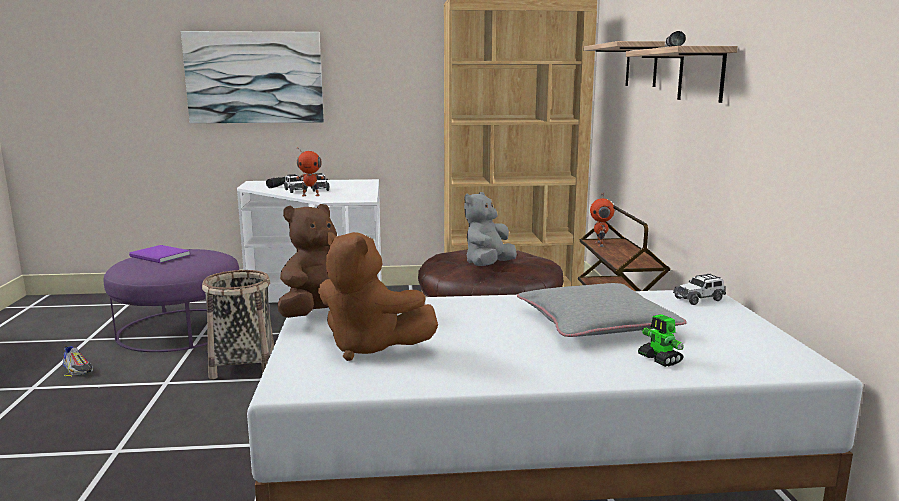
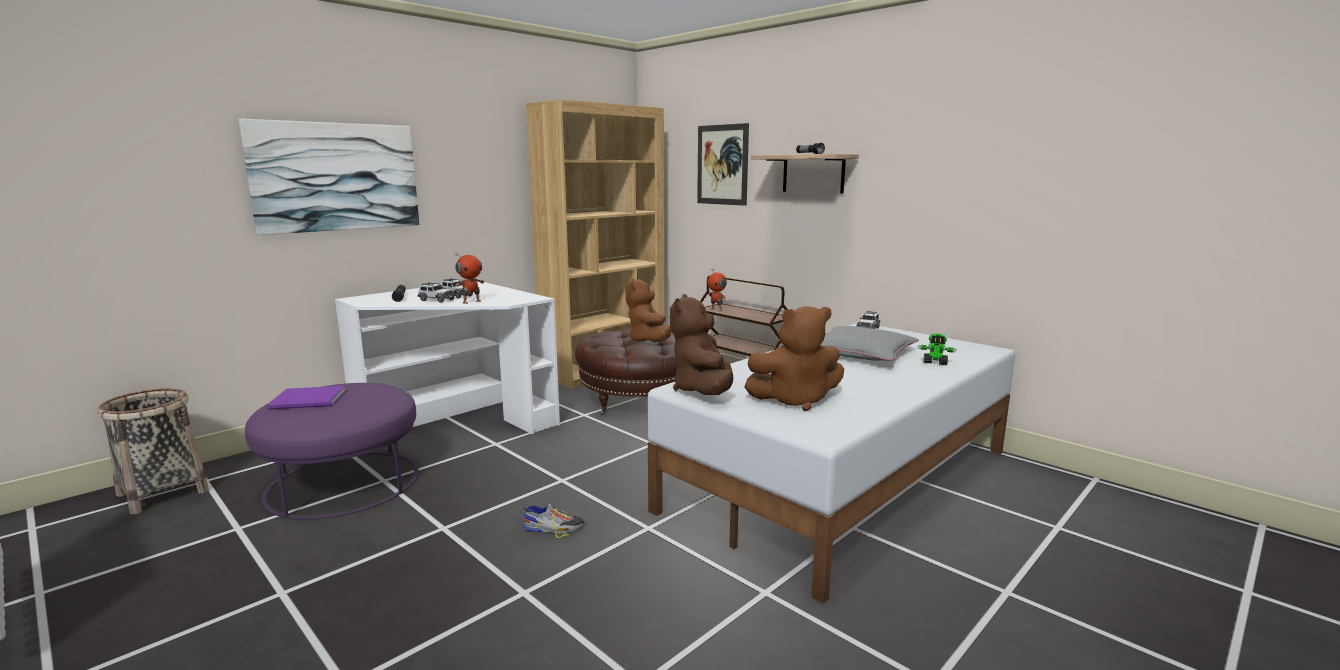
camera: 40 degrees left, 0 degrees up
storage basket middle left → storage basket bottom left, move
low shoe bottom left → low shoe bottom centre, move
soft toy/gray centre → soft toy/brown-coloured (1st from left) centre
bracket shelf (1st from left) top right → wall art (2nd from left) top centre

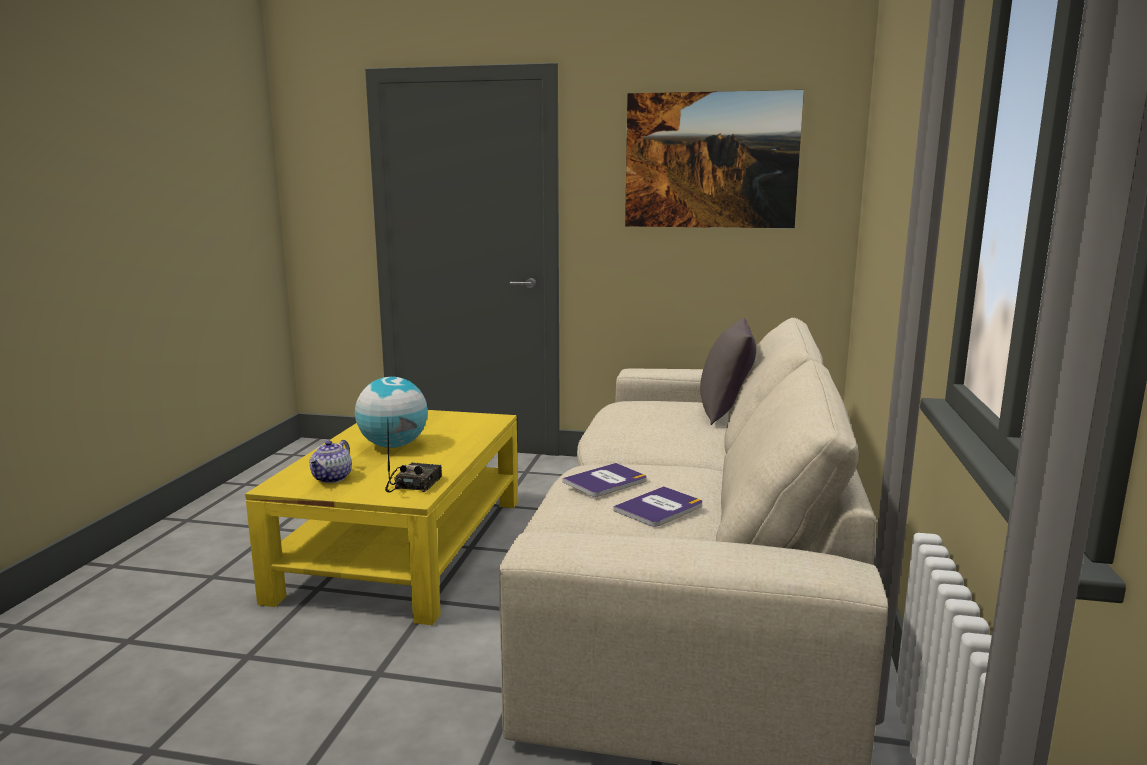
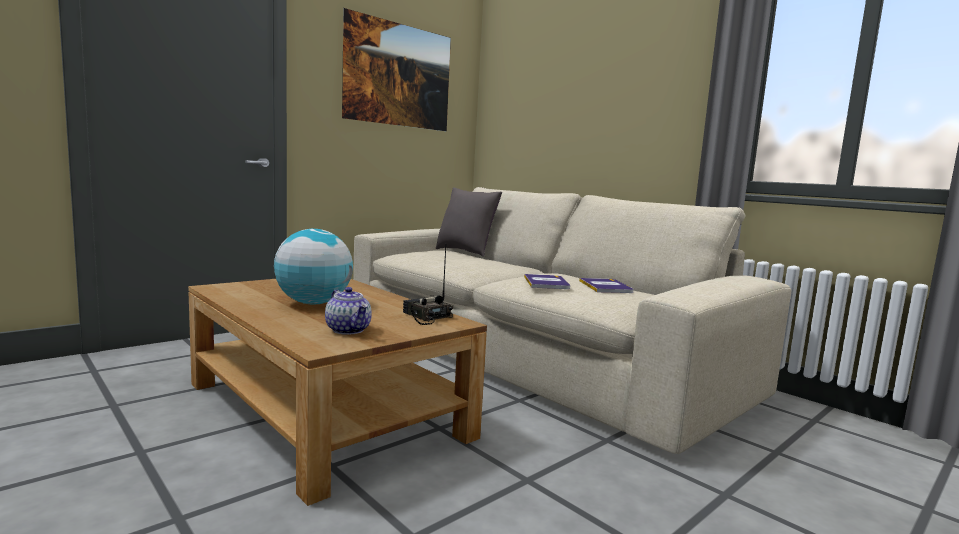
camera: 55 degrees left, 5 degrees down
lounge table/yellow-coloured bottom left → lounge table/brown-coloured bottom centre

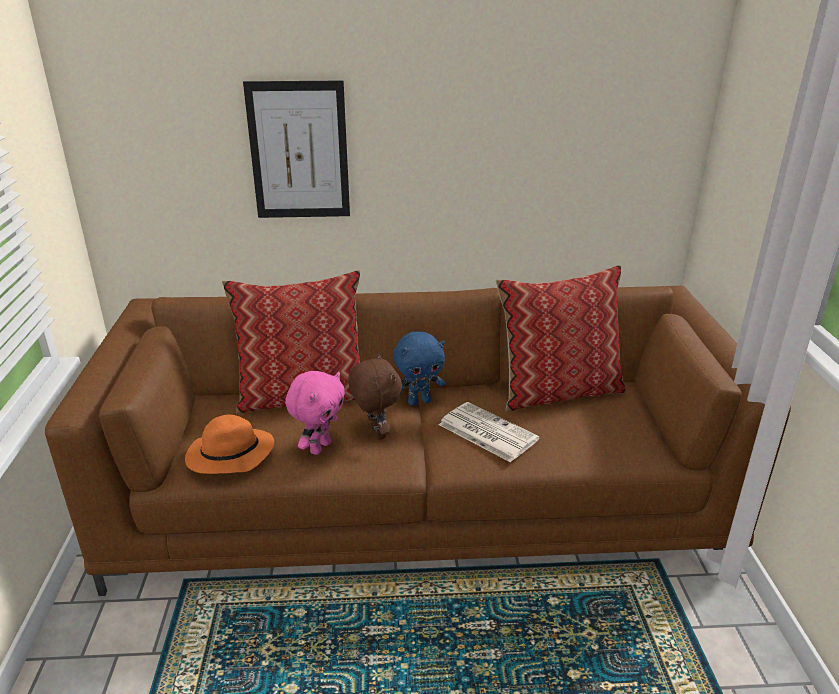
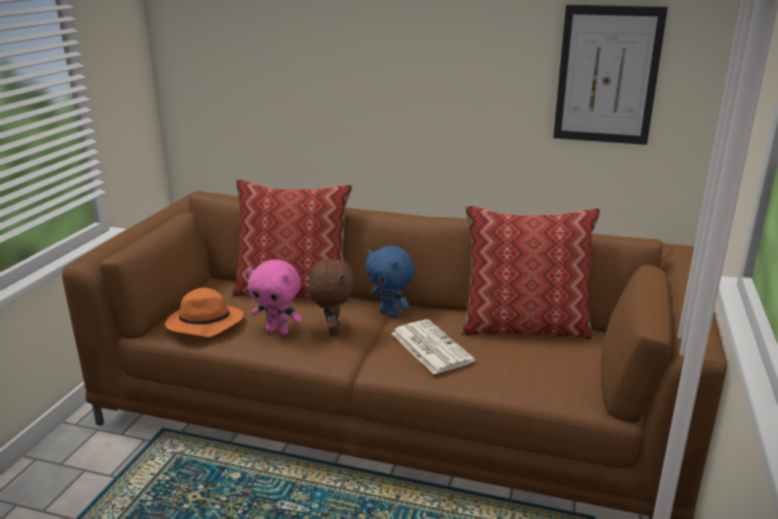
camera: 20 degrees right, 5 degrees down
soft toy/pink centre, 60 degrees clockwise
soft toy/bluish centre, 45 degrees clockwise
wall art top centre → wall art top right, move

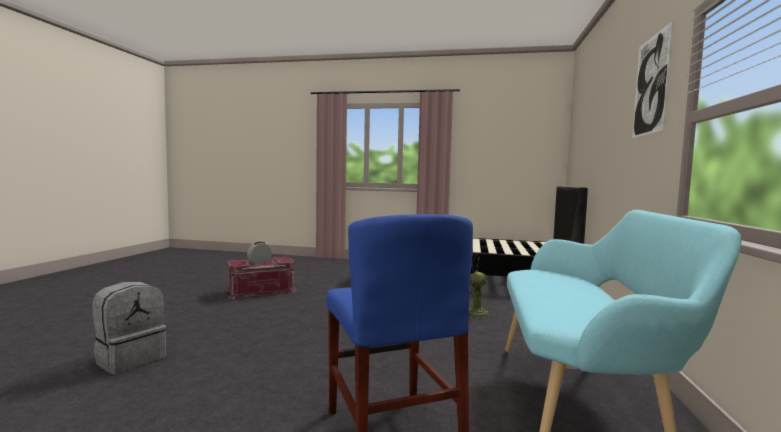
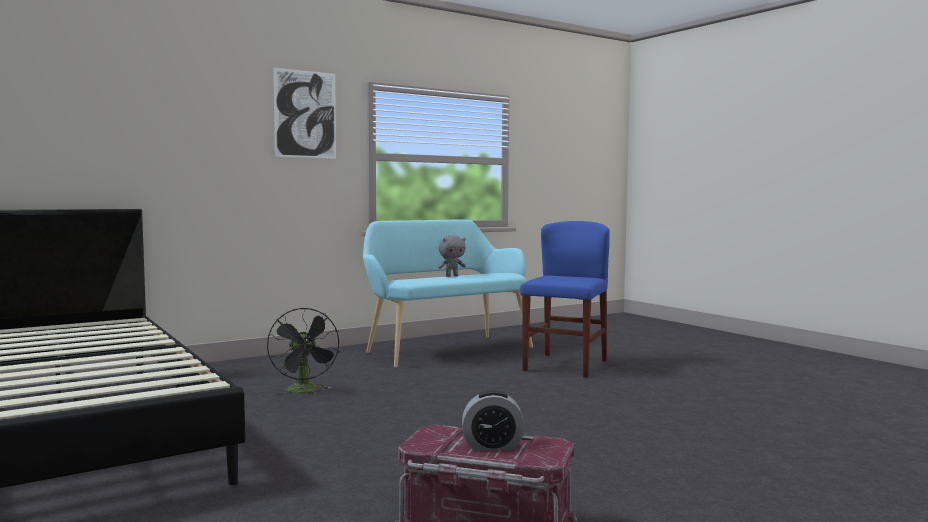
camera: 135 degrees left, 0 degrees up
- → soft toy/gray centre
backpack/gray bottom left → -

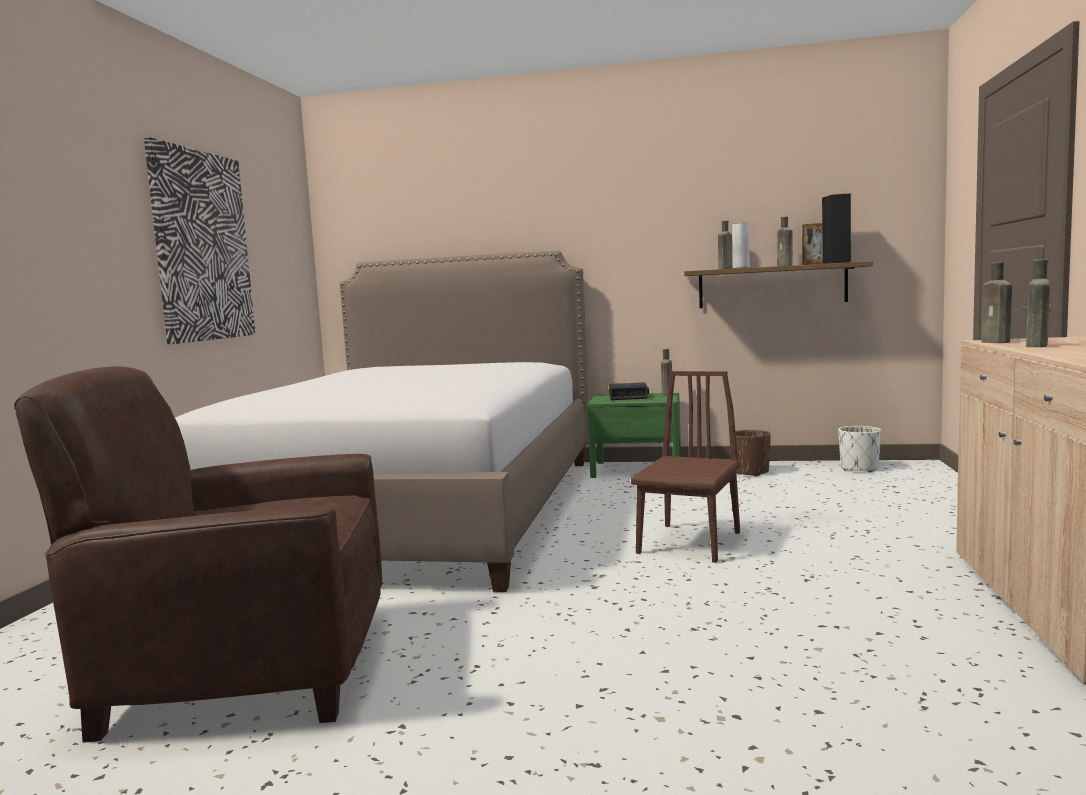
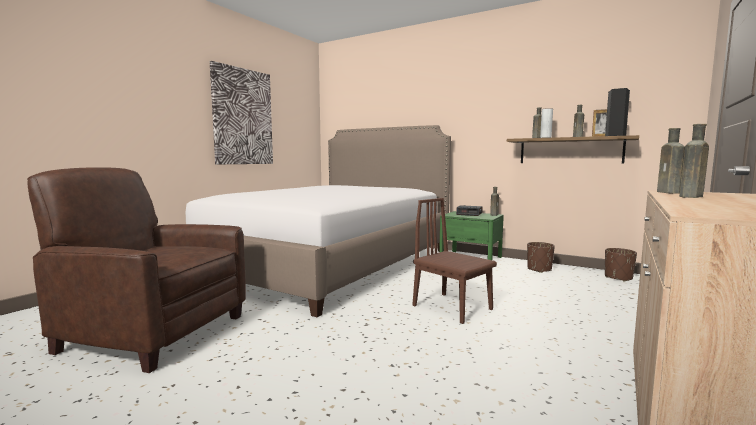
camera: 20 degrees right, 0 degrees up
chair/brown-coloured centre, 90 degrees counterclockwise
plant pot/whitish middle right → plant pot/brown-coloured (2nd from left) middle right

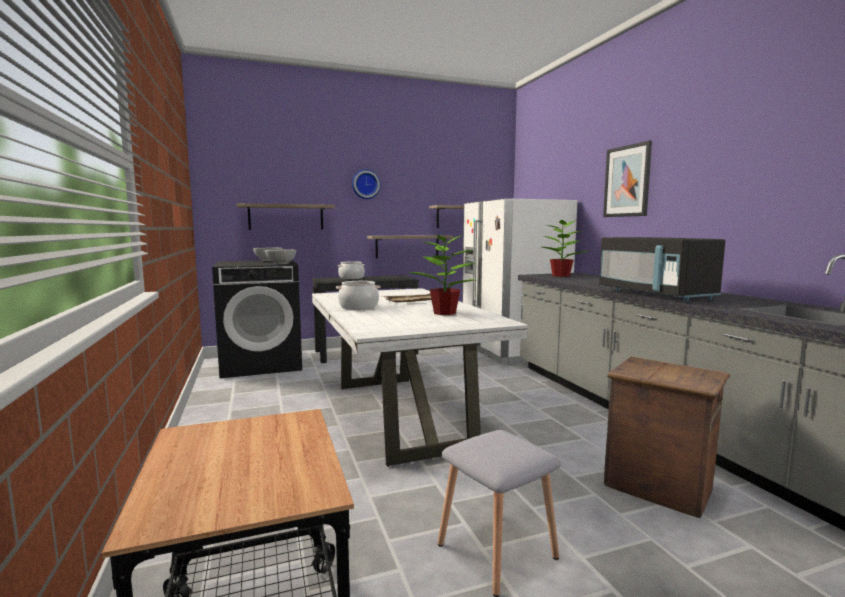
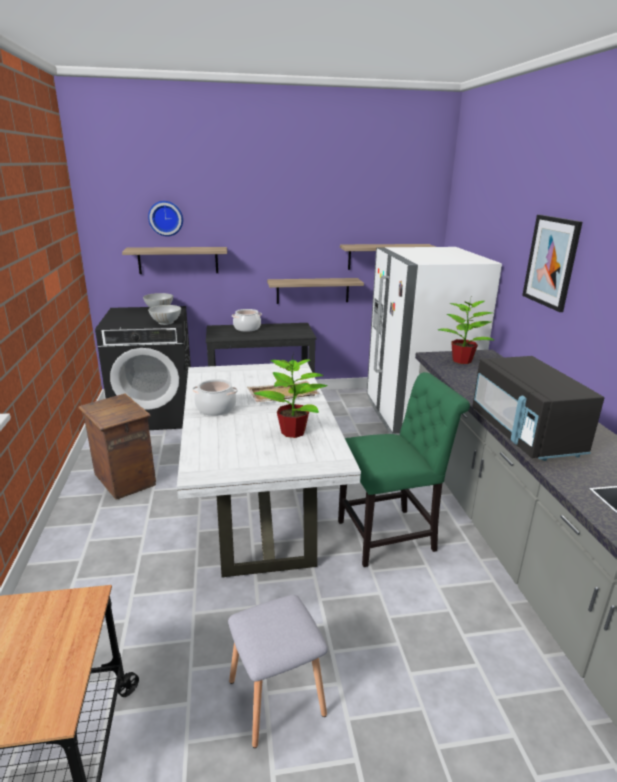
camera: 10 degrees right, 15 degrees up
shipping crate bottom right → shipping crate middle left, move
hanging clock top centre → hanging clock top left, move
- → chair/green-coloured centre

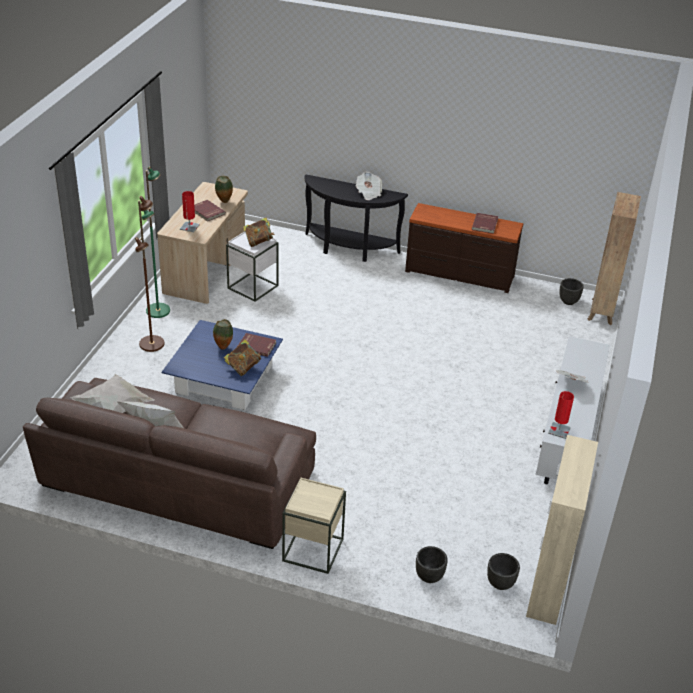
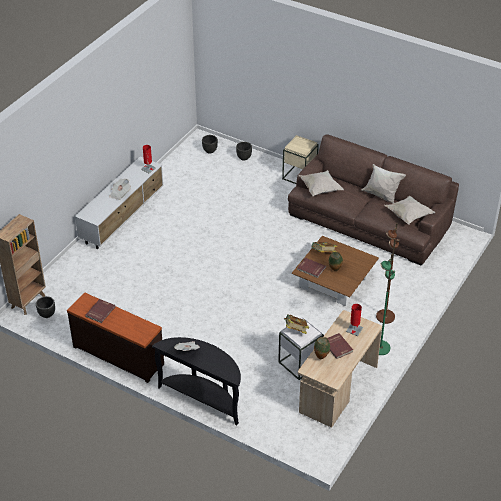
camera: 165 degrees left, 5 degrees up
lounge table/bluish middle left → lounge table/brown-coloured middle right
- → pillow/whitish (1st from left) centre
cabinet/sand-coloured bottom right → -

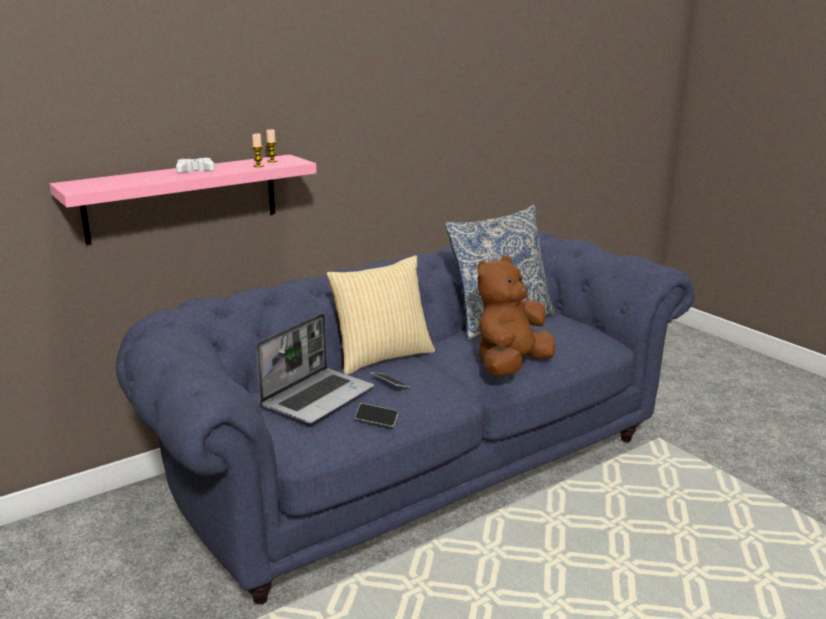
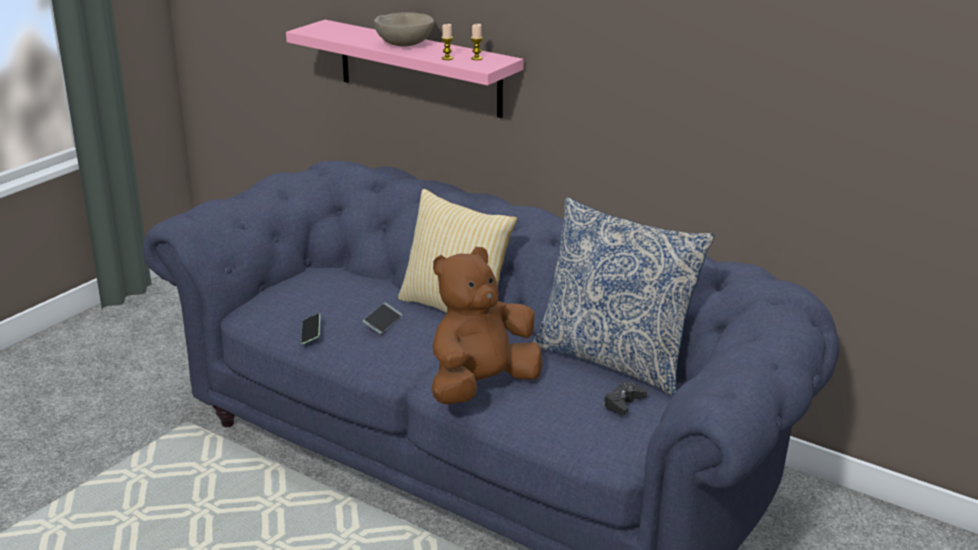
camera: 70 degrees right, 5 degrees up
gamepad/whitish top left → serving bowl/sand-coloured top centre
soft toy/brown-coloured centre, 60 degrees counterclockwise
- → gamepad/black bottom centre
portable computer centre → -

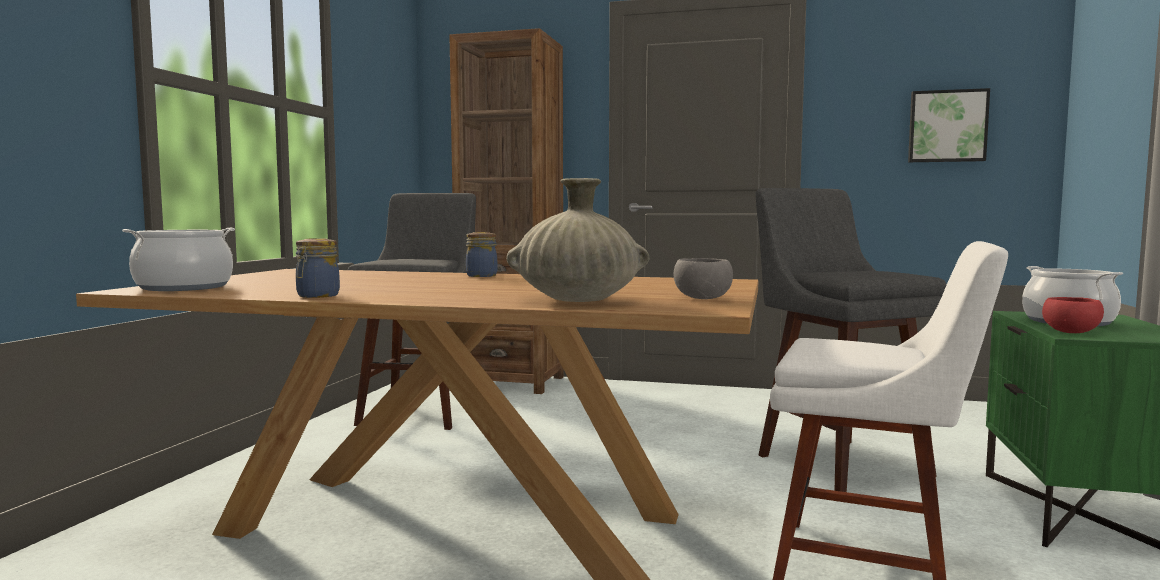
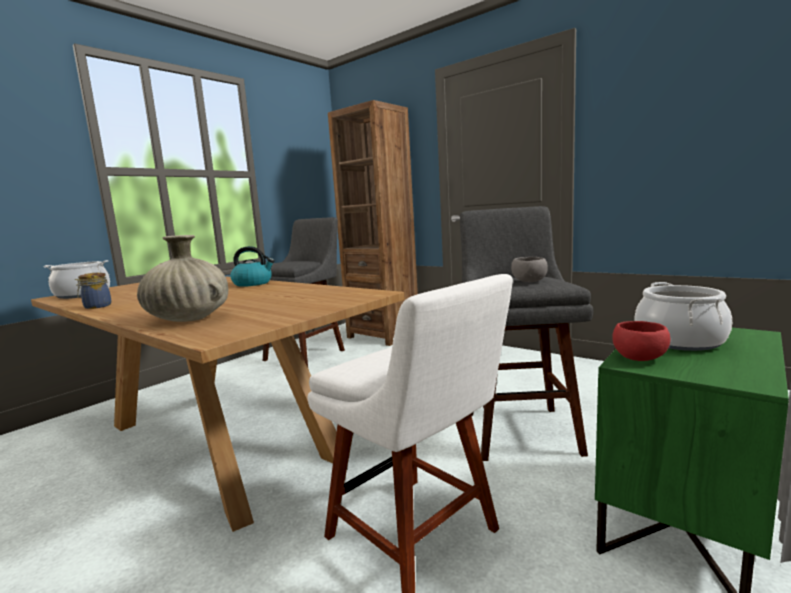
camera: 25 degrees right, 5 degrees up
preserve jar (2nd from left) centre → kettle middle left
serving bowl/gray centre → serving bowl/gray middle right, move
wall art top right → -

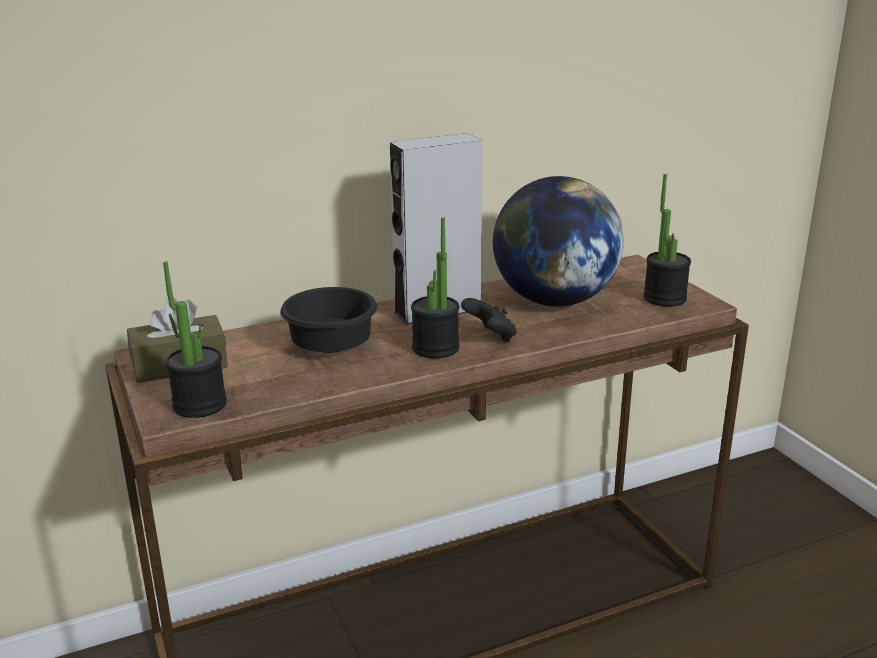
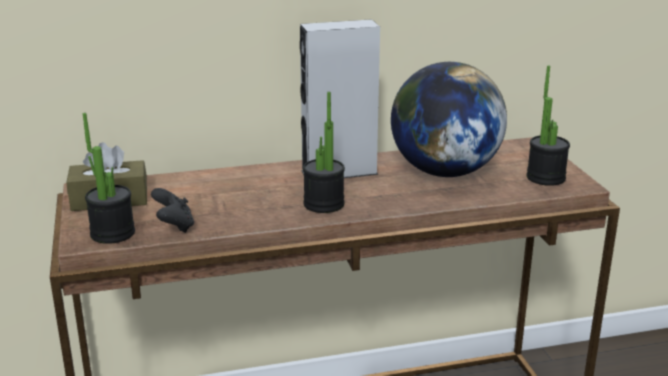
camera: 10 degrees right, 0 degrees up
gamepad/black centre → gamepad/black middle left, move
serving bowl/black centre → -

